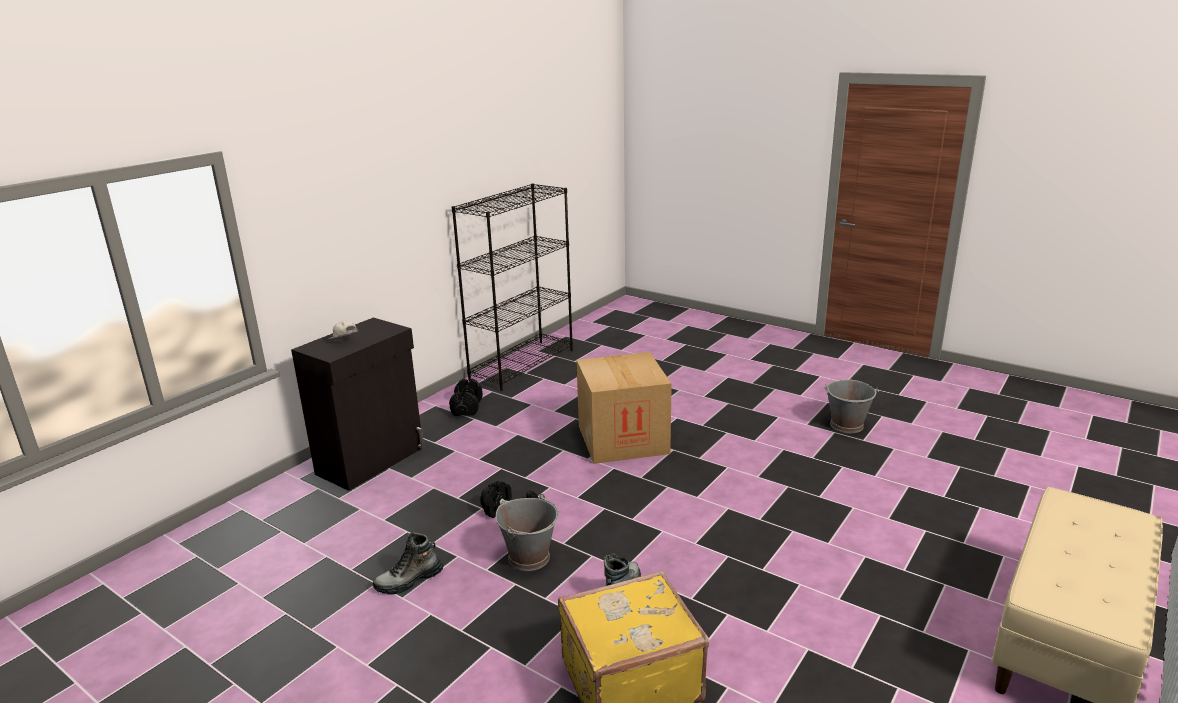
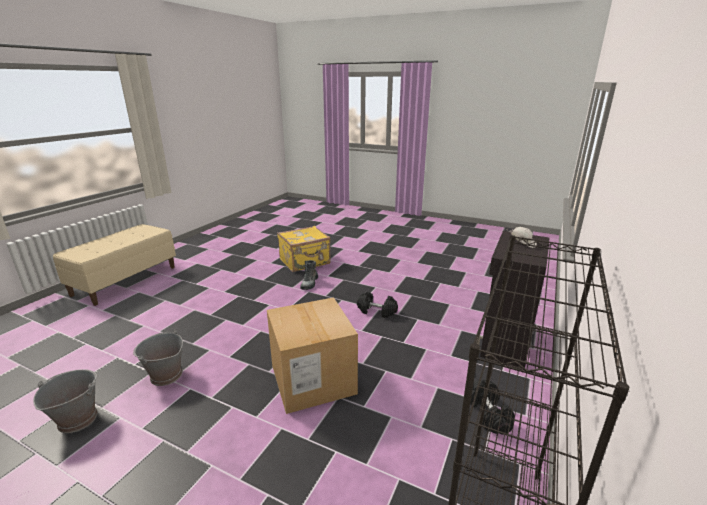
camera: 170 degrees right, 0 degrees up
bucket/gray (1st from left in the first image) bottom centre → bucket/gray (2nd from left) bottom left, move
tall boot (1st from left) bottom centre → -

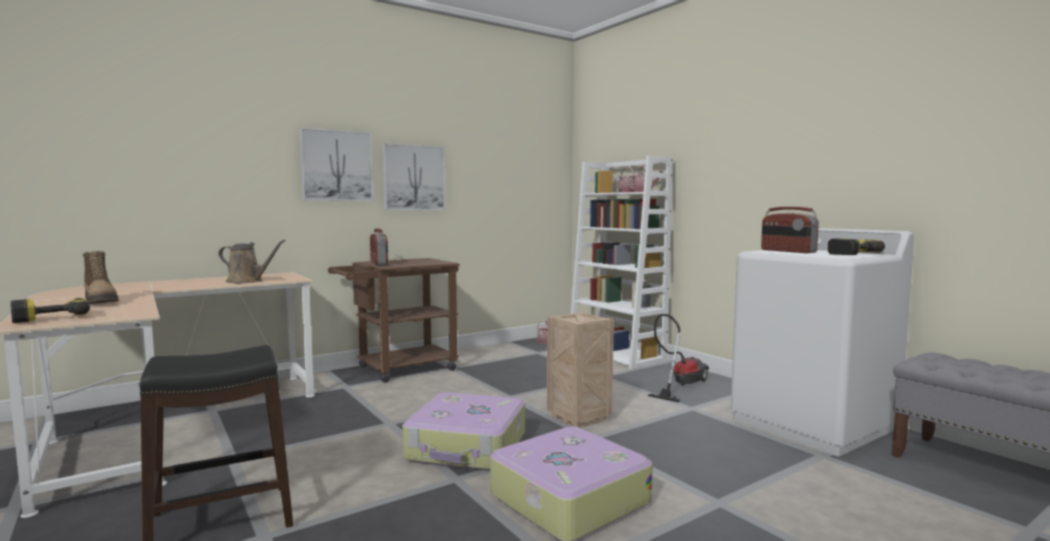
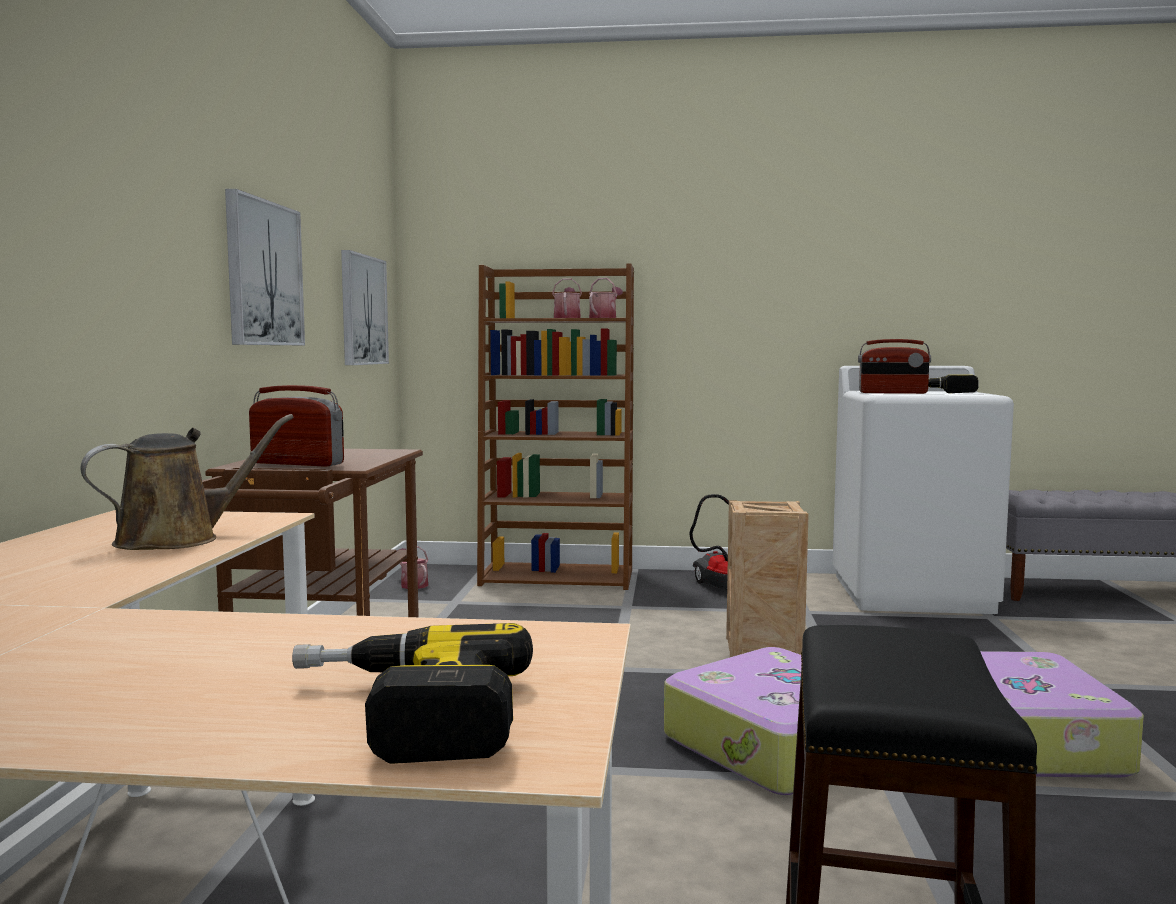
camera: 50 degrees left, 0 degrees up
wall art (1st from left in the first image) top left → wall art (2nd from left) middle left, move
bookshelf/whitish centre → bookshelf/brown-coloured centre
tall boot middle left → -

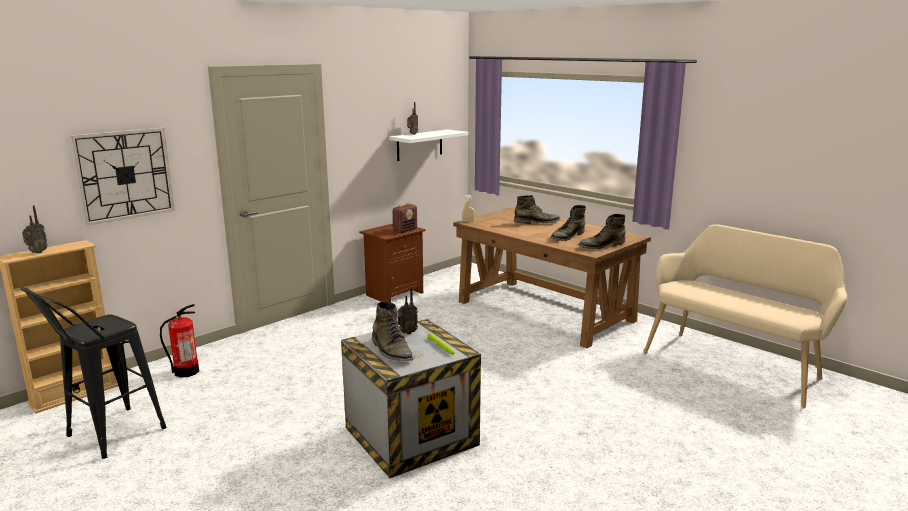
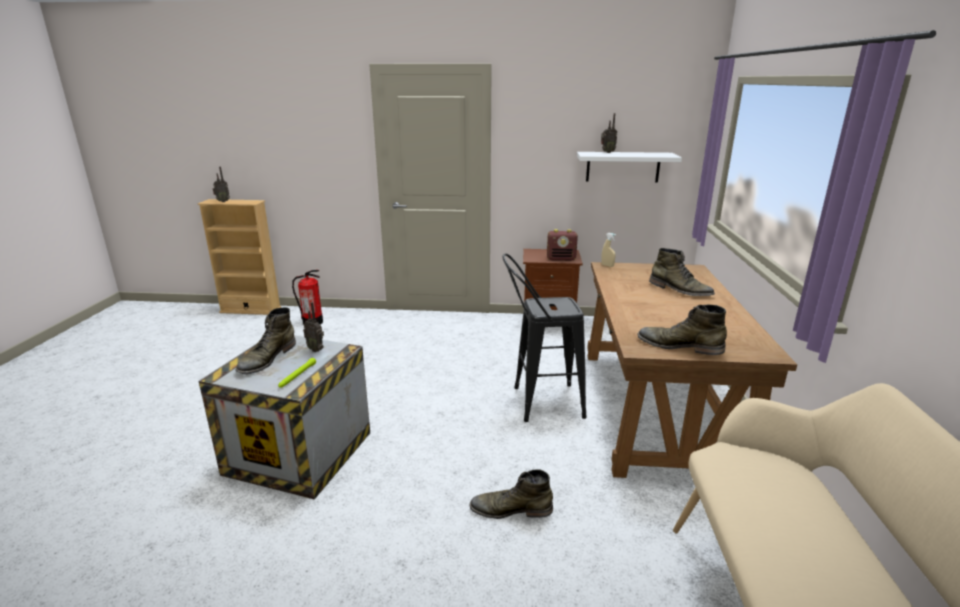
camera: 50 degrees right, 5 degrees up
tall boot/green-coloured (3rd from left in the first image) centre → tall boot/green-coloured (2nd from left) bottom centre, move
stool seat/black bottom left → stool seat/black centre, move
hanging clock middle left → -

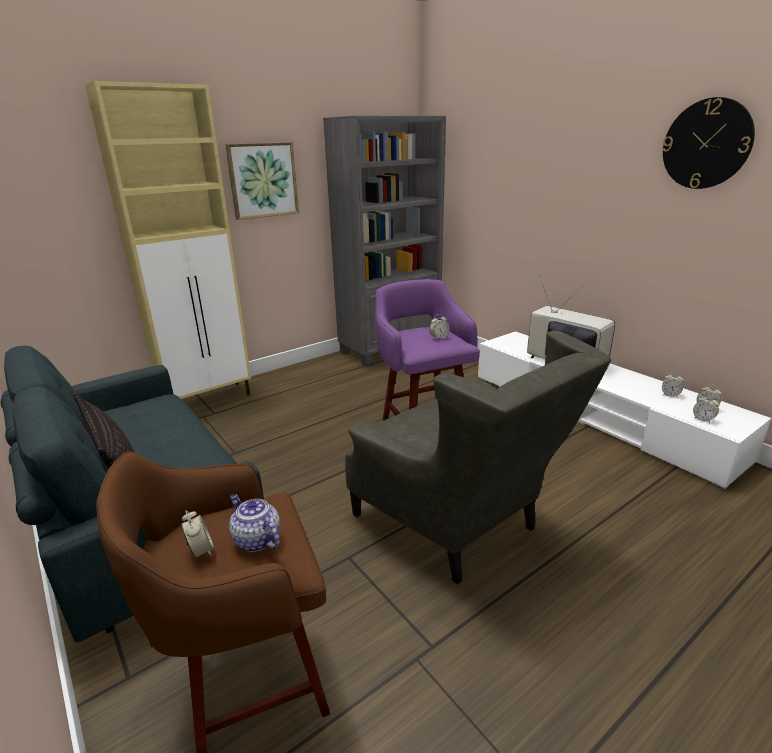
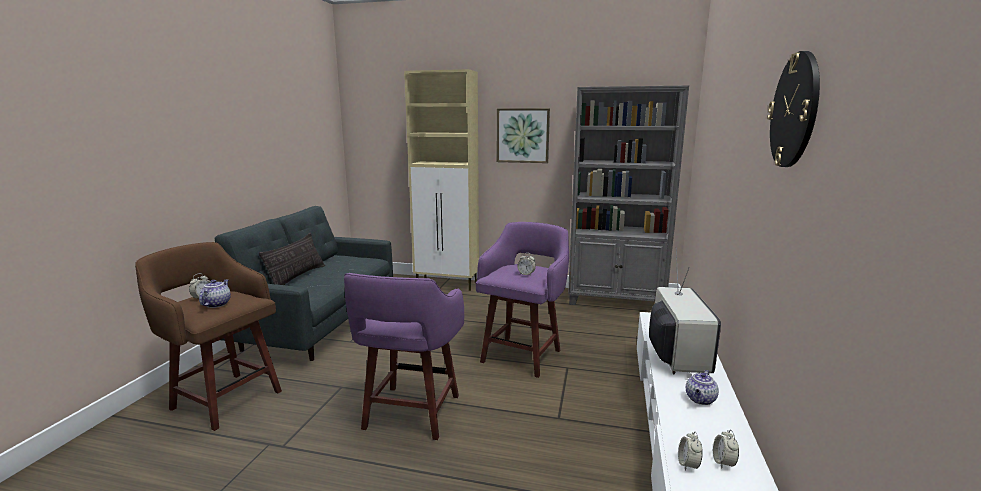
camera: 50 degrees right, 10 degrees down
armchair/gray centre → stool seat/purple-coloured (1st from left) bottom centre
- → teapot (2nd from left) bottom right
bedside clock (3rd from left) middle right → -

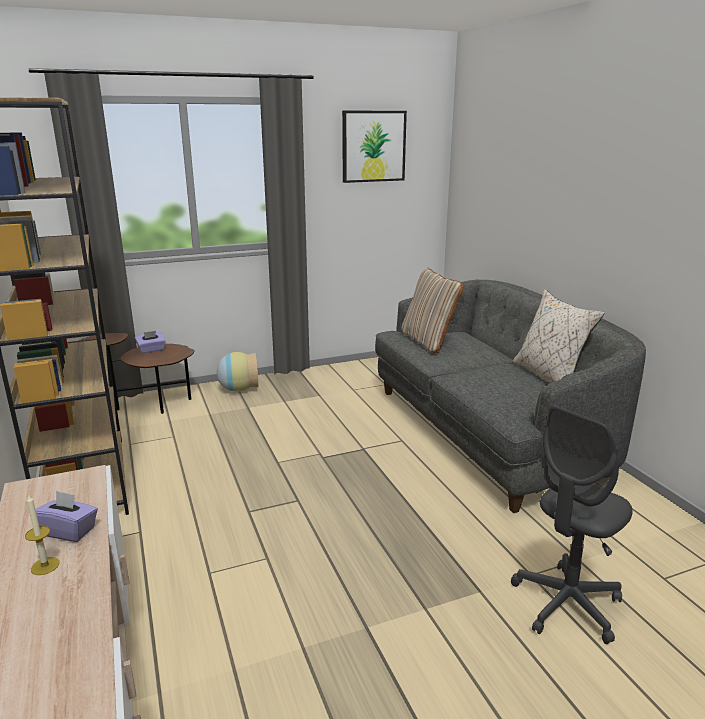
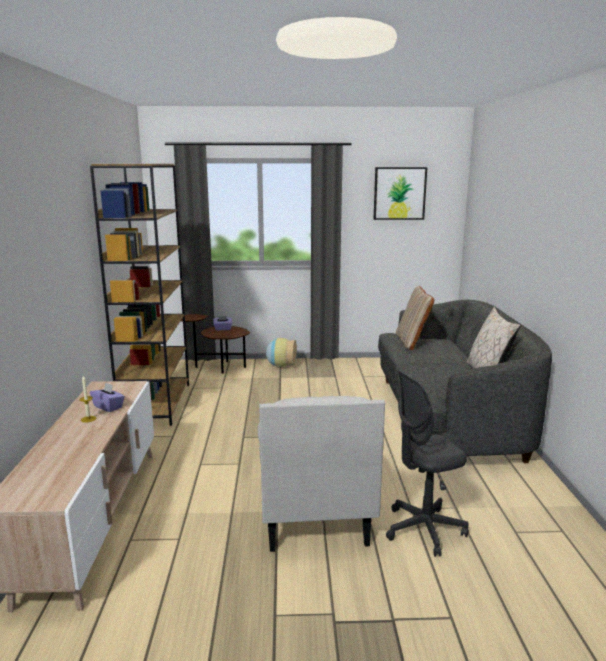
camera: 20 degrees right, 5 degrees down
- → armchair/whitish bottom centre

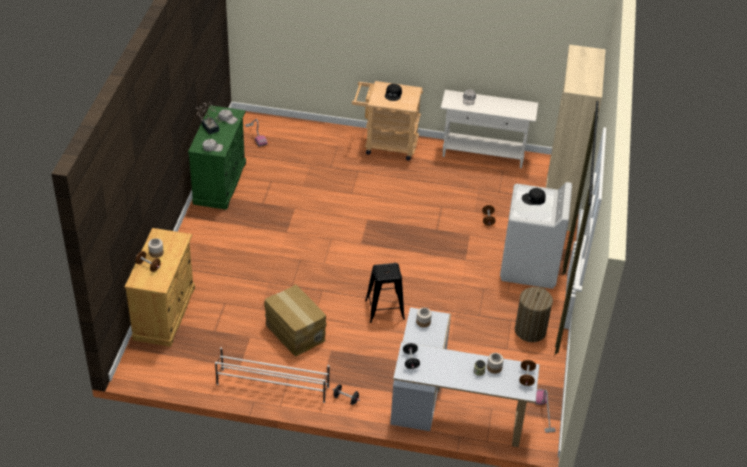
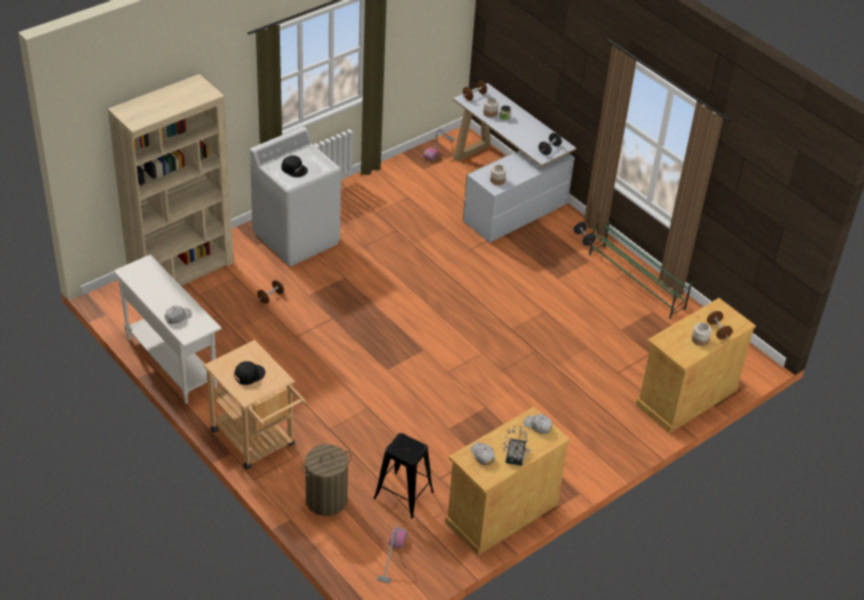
camera: 140 degrees left, 0 degrees up
washing basket bottom right → washing basket bottom centre, move
stool seat/black centre → stool seat/black bottom centre, move
cabinet/green-coloured middle left → cabinet/sand-coloured (1st from left) bottom centre
shoe shelf/whitish bottom centre → shoe shelf/green-coloured middle right
packing box bottom centre → -

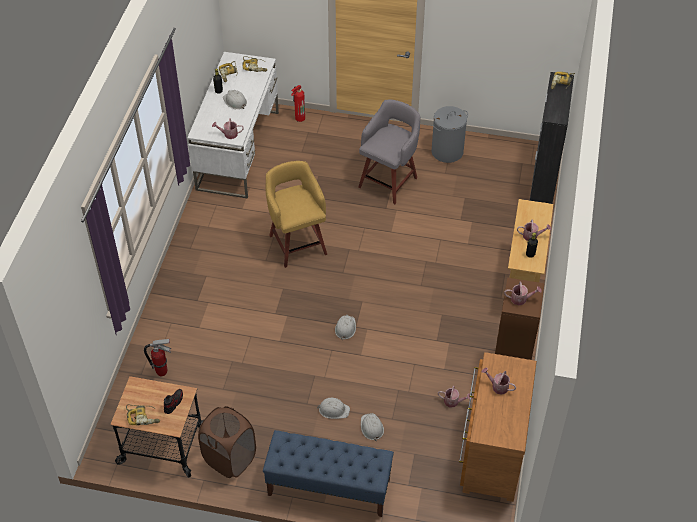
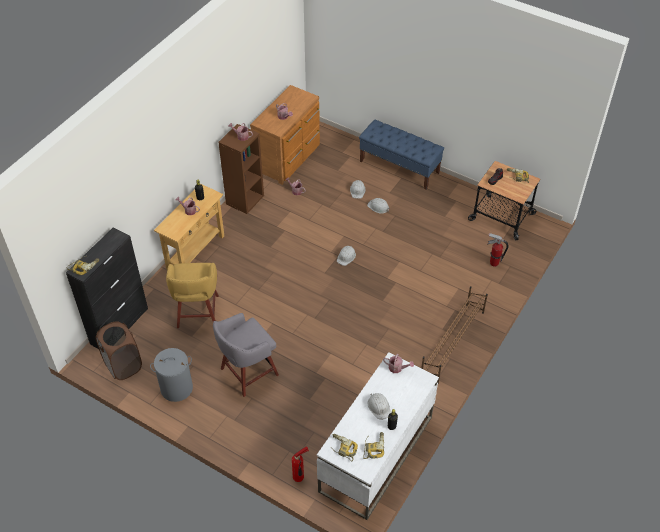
camera: 160 degrees left, 0 degrees up
washing basket/brown-coloured bottom left → washing basket/brown-coloured middle left, move
stool seat/yellow-coloured centre → stool seat/yellow-coloured middle left, move
- → shoe shelf/brown-coloured middle right

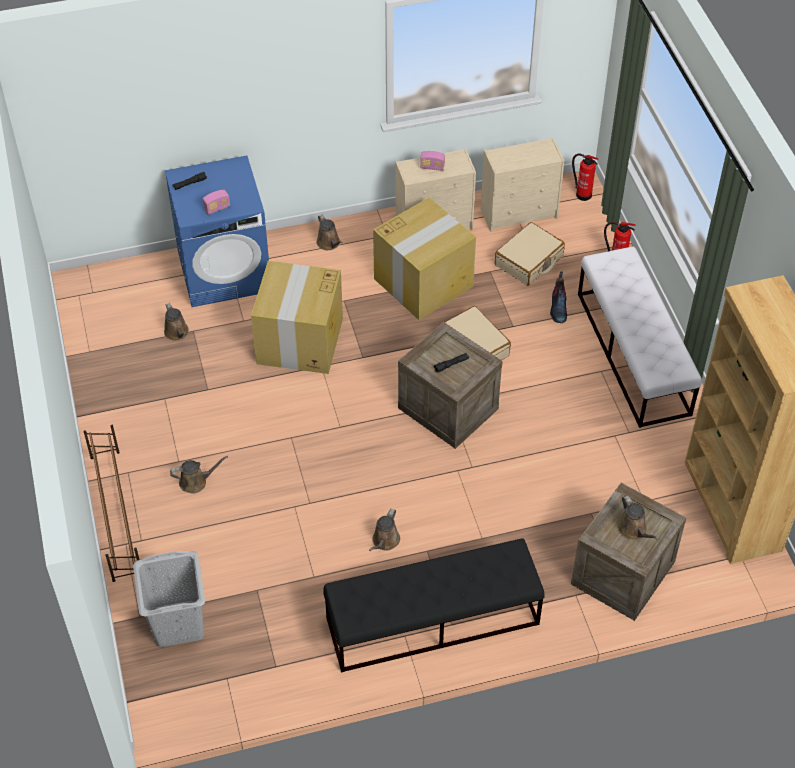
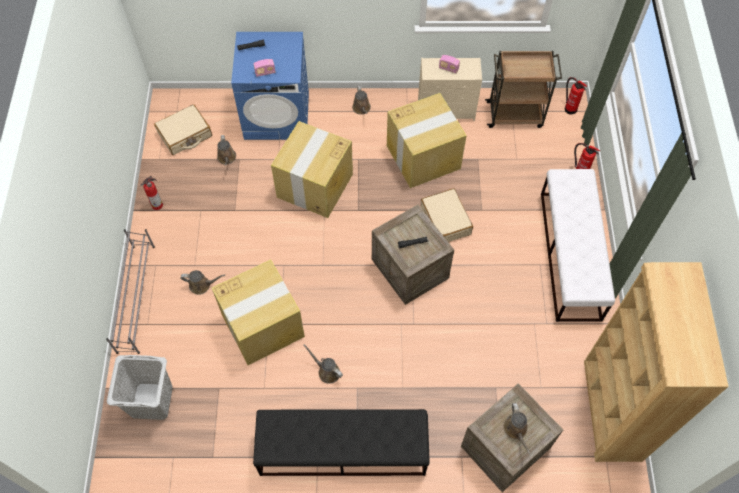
camera: 15 degrees right, 10 degrees up
shoe shelf/brown-coloured middle left → shoe shelf/gray middle left
- → extinguisher (1st from left) middle left
suitcase/sand-coloured (2nd from left in the first image) top right → suitcase/sand-coloured (1st from left) top left, move
- → packing box (1st from left) centre
watering pot/brown-coloured (4th from left in the first image) bottom centre → watering pot/brown-coloured (3rd from left) bottom centre, 90 degrees clockwise
chest of drawers/sand-coloured (2nd from left) top centre → wheeled cart/brown-coloured top right
tall boot middle right → -

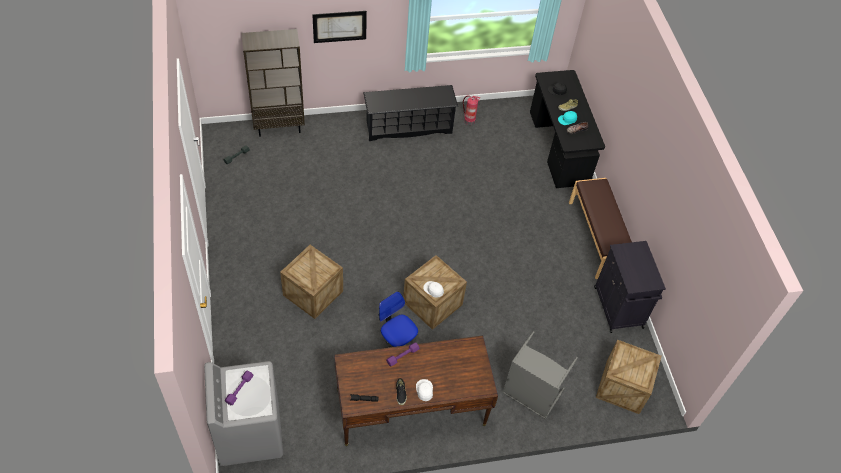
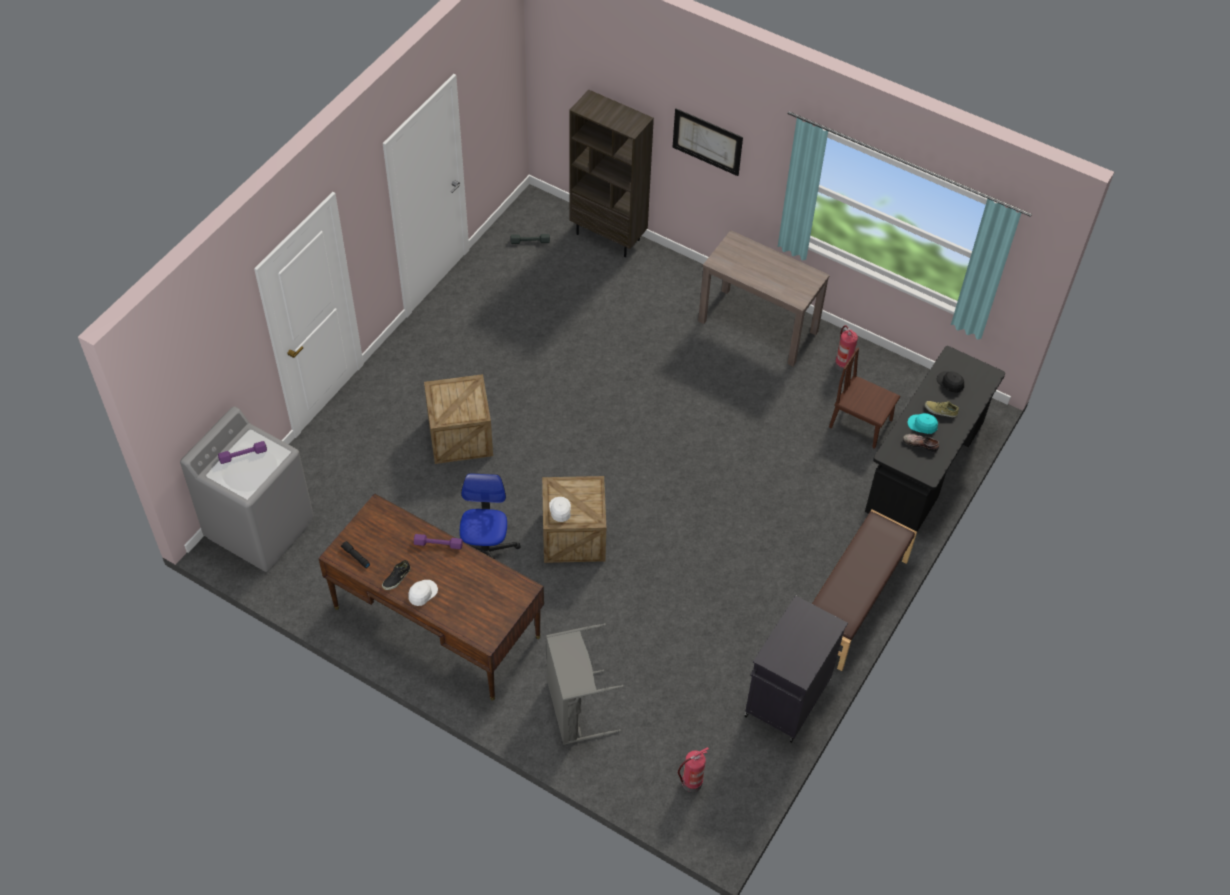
camera: 45 degrees right, 0 degrees up
shipping crate (3rd from left) bottom right → extinguisher (1st from left) bottom centre
shoe shelf/black top centre → narrow table/brown-coloured top centre
- → chair/brown-coloured middle right

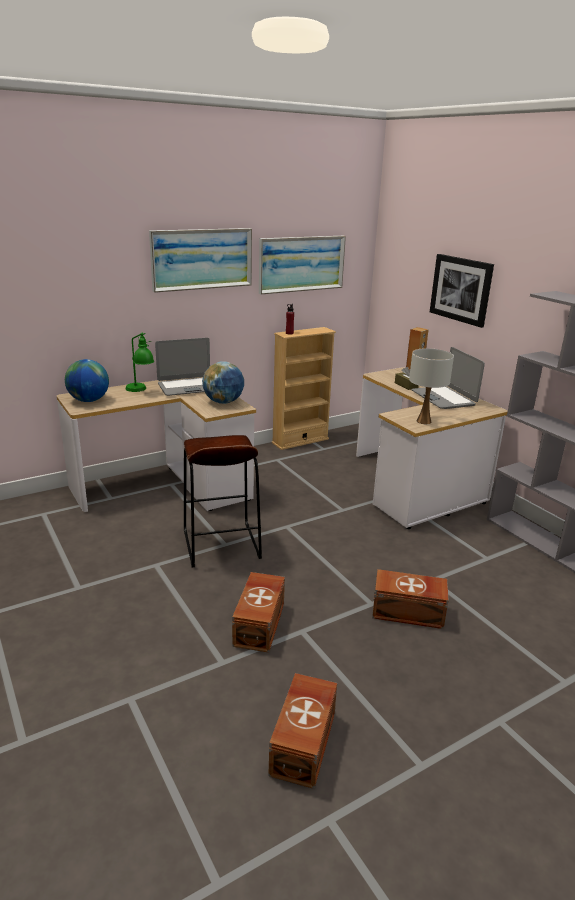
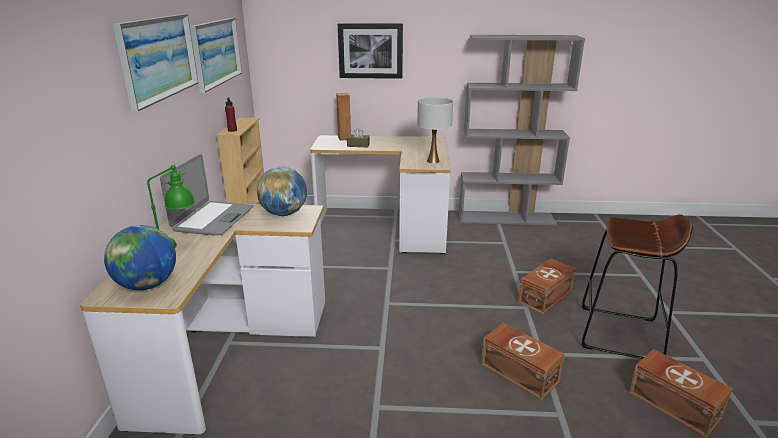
camera: 55 degrees left, 0 degrees up
stool seat/brown-coloured centre → stool seat/brown-coloured middle right, move
portable computer (2nd from left) middle right → -

